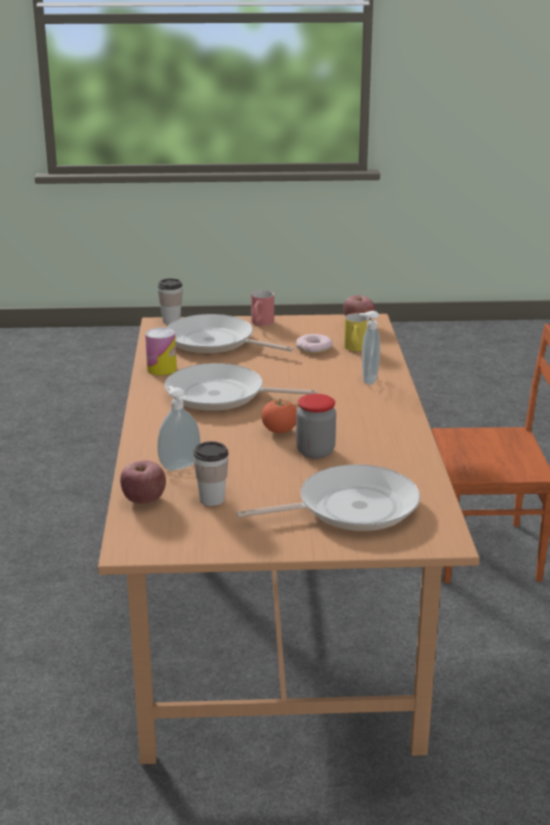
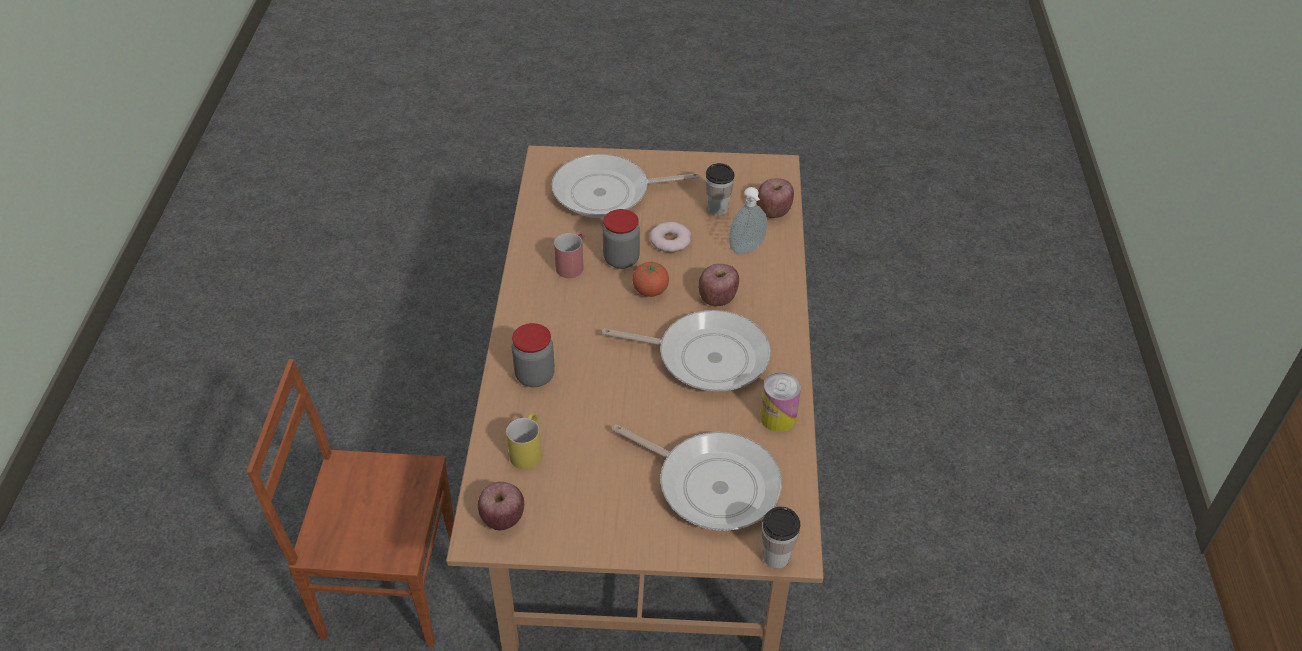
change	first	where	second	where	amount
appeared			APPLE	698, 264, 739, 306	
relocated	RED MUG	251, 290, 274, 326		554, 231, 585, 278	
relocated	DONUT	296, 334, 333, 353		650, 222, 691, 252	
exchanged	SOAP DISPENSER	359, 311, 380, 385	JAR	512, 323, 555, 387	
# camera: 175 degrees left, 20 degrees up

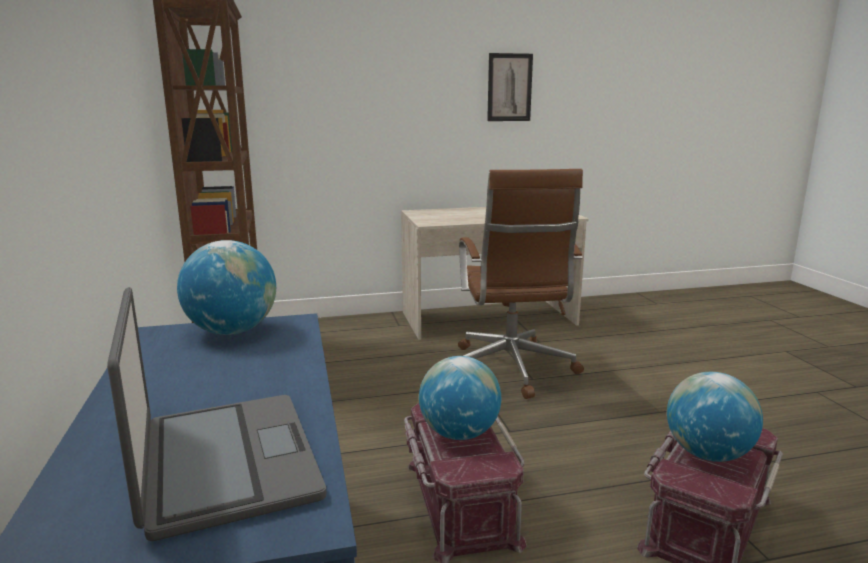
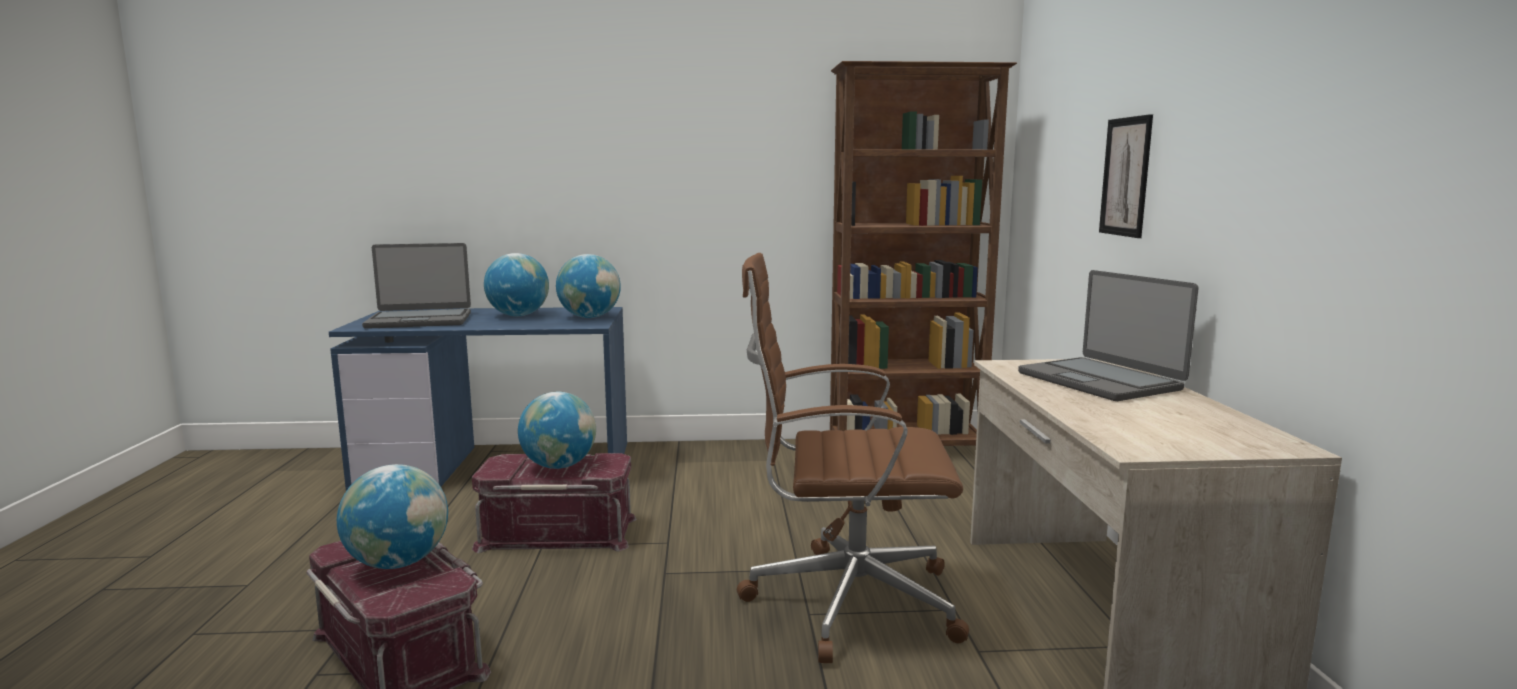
change	first	where	second	where	amount
appeared			GLOBE	484, 253, 549, 316	
appeared			LAPTOP	1018, 270, 1198, 401	
relocated	PICTURE	487, 53, 533, 121		1099, 114, 1153, 238	
# camera: 100 degrees right, 5 degrees down

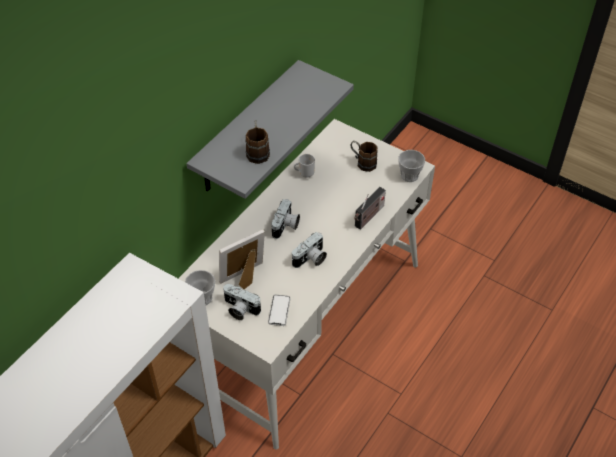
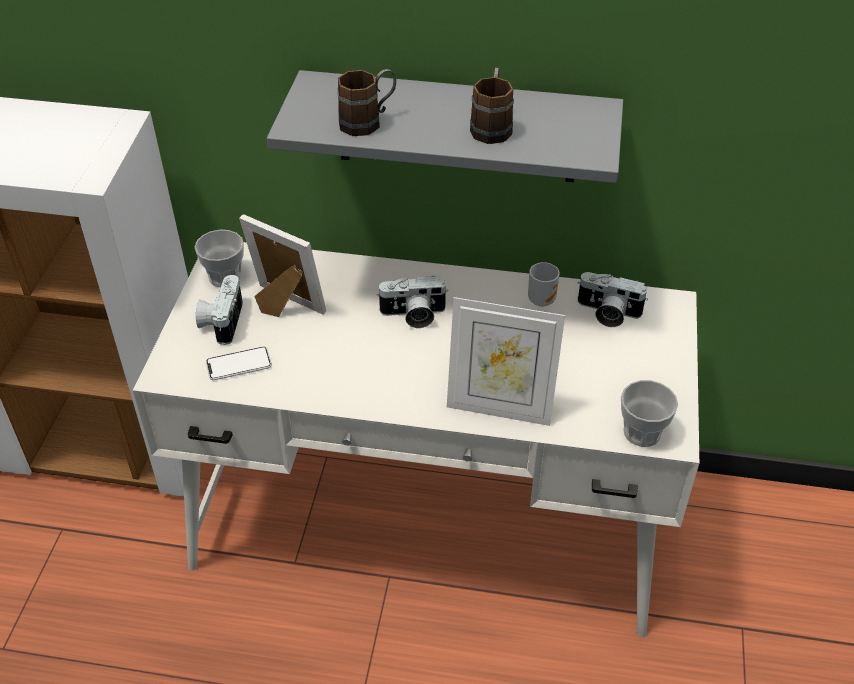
change	first	where	second	where	amount
relocated	PHOTO CAMERA	292, 232, 327, 268		577, 272, 648, 327	
relocated	BROWN MUG	351, 141, 378, 172		470, 68, 514, 144	
exchanged	RADIO	354, 187, 386, 230	PICTURE FRAME	447, 297, 565, 426	
# camera: 65 degrees right, 5 degrees down

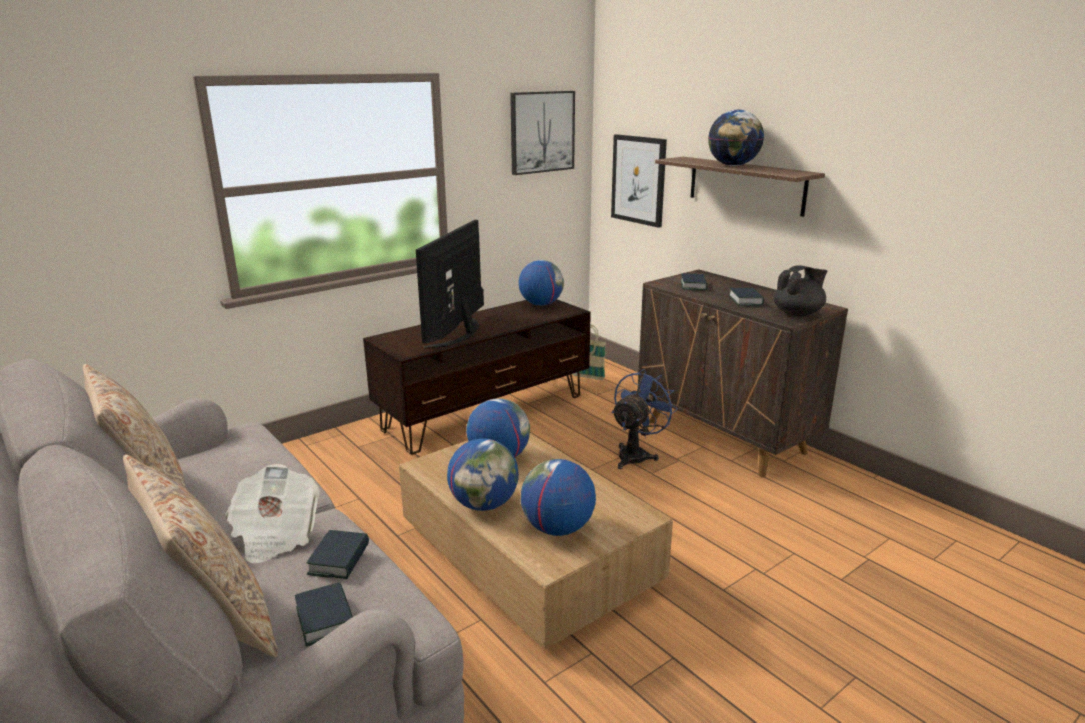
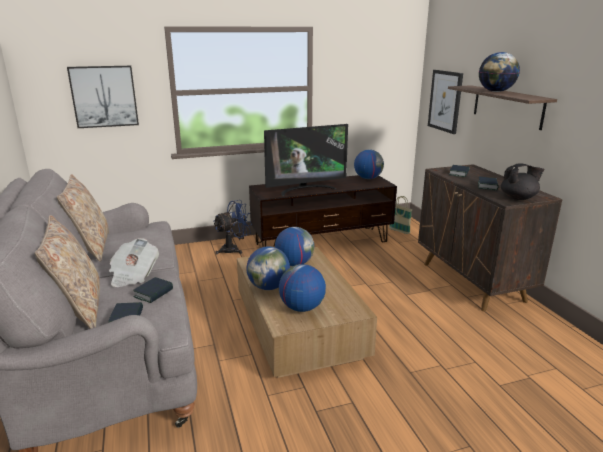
change	first	where	second	where	amount
relocated	PICTURE	510, 91, 575, 175		67, 66, 139, 128	
relocated	BLUE FAN	611, 369, 678, 469		213, 200, 252, 255	
spun	TELEVISION	416, 220, 484, 348		264, 124, 348, 196	150 degrees counterclockwise
# camera: 20 degrees right, 0 degrees up

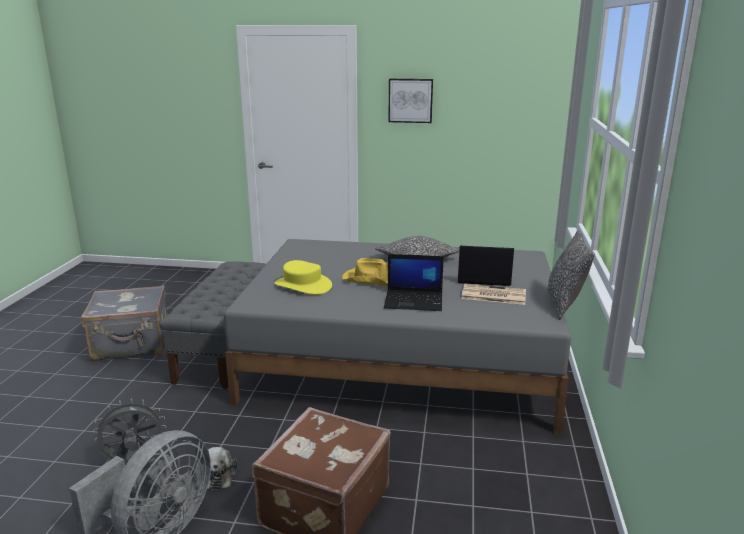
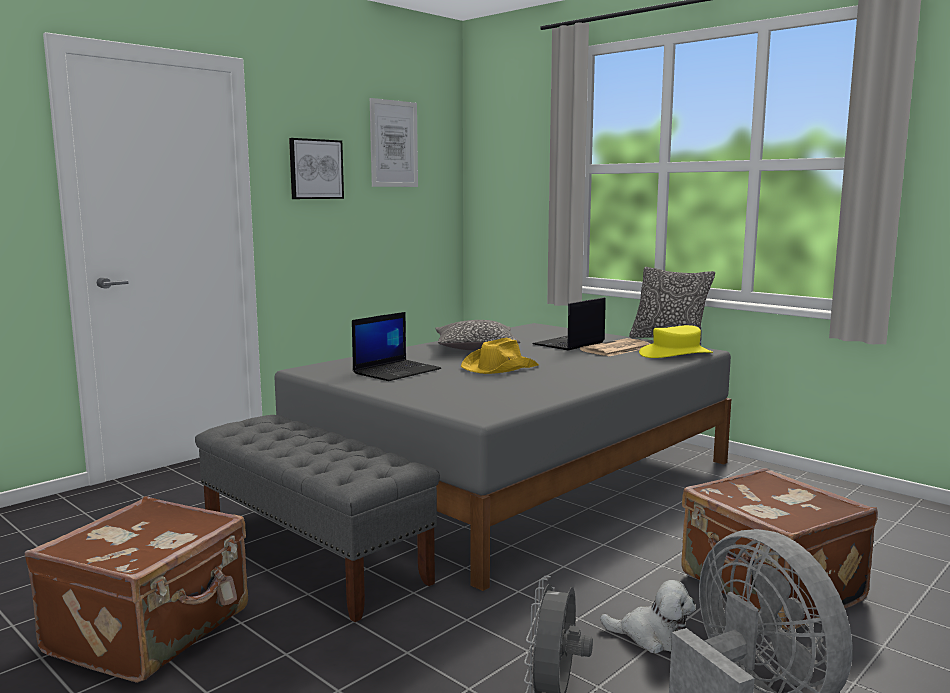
change	first	where	second	where	amount
appeared			PICTURE	370, 98, 418, 187	
relocated	YELLOW HAT	274, 260, 332, 295		639, 325, 713, 358	
relocated	LAPTOP	384, 254, 444, 311		352, 312, 441, 381	
colour	GREY SUITCASE	81, 285, 168, 361	BROWN SUITCASE	25, 496, 248, 683	
# camera: 55 degrees left, 10 degrees down

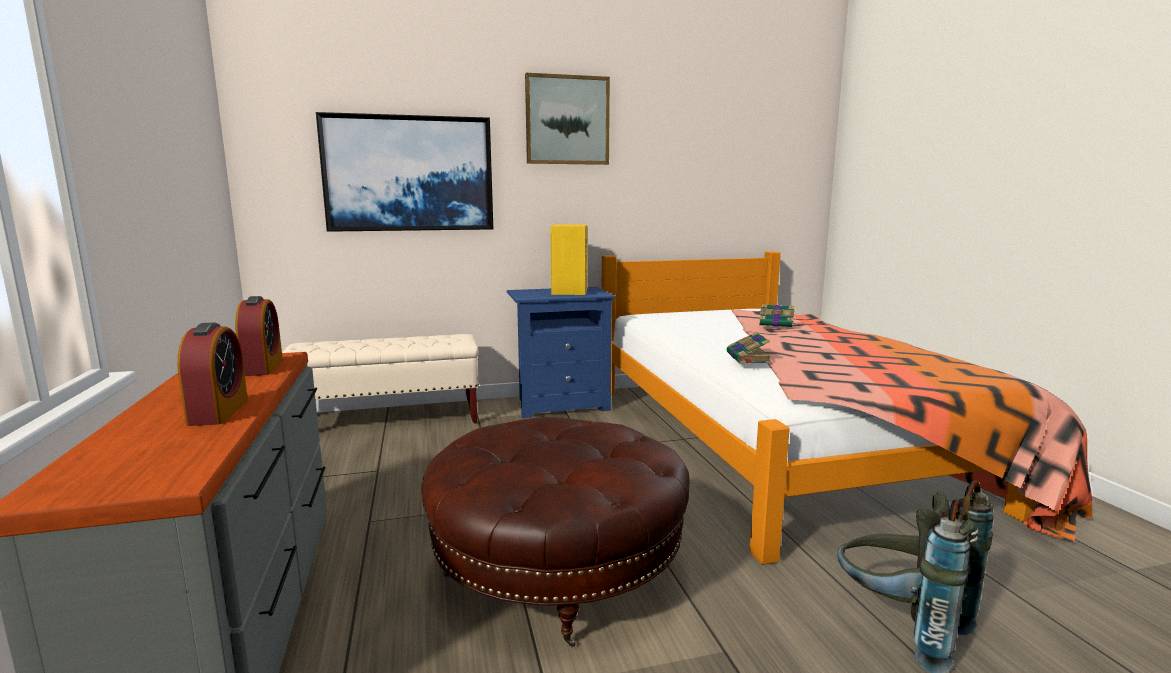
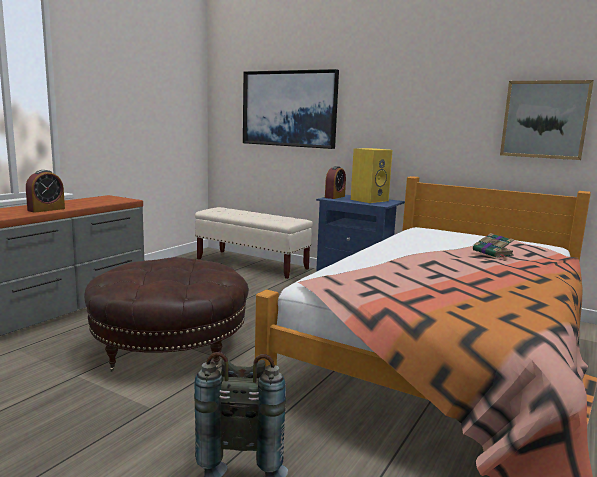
change	first	where	second	where	amount
missing	BOOK	727, 332, 772, 363			
relocated	ALARM CLOCK	235, 296, 283, 376		325, 166, 346, 199	
relocated	PICTURE	525, 73, 610, 165		500, 80, 594, 160	
# camera: 45 degrees right, 0 degrees up

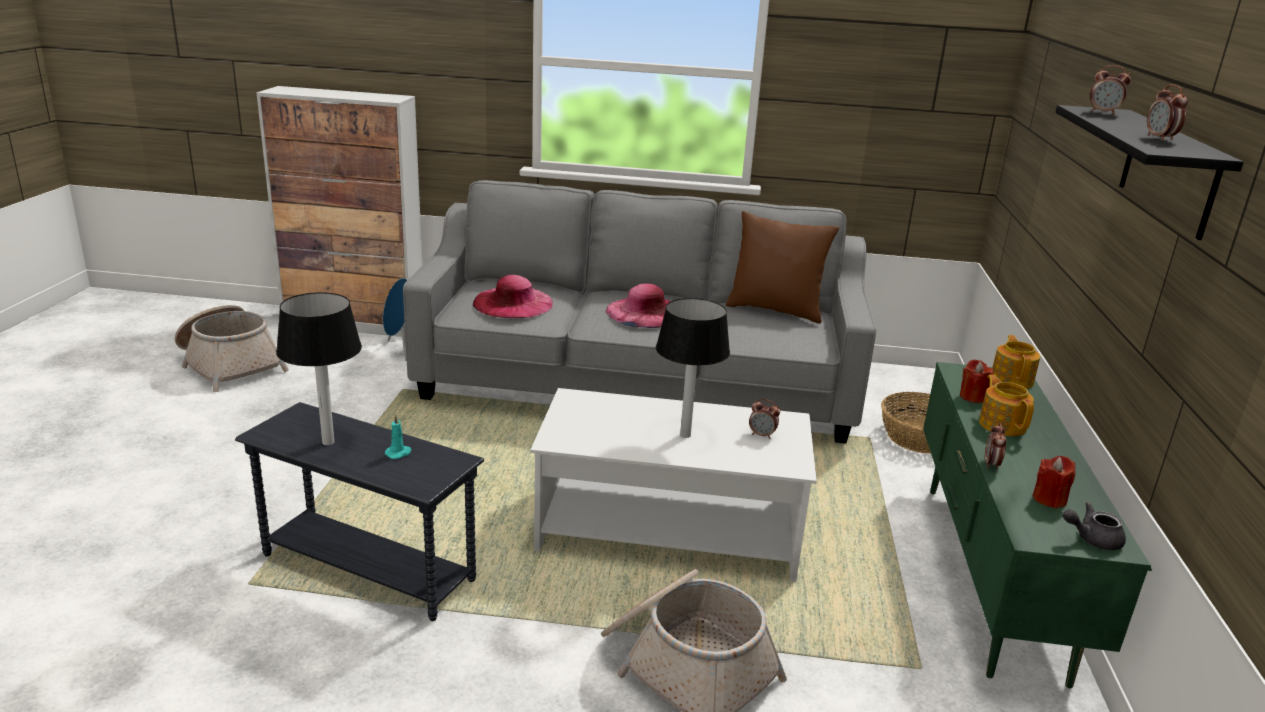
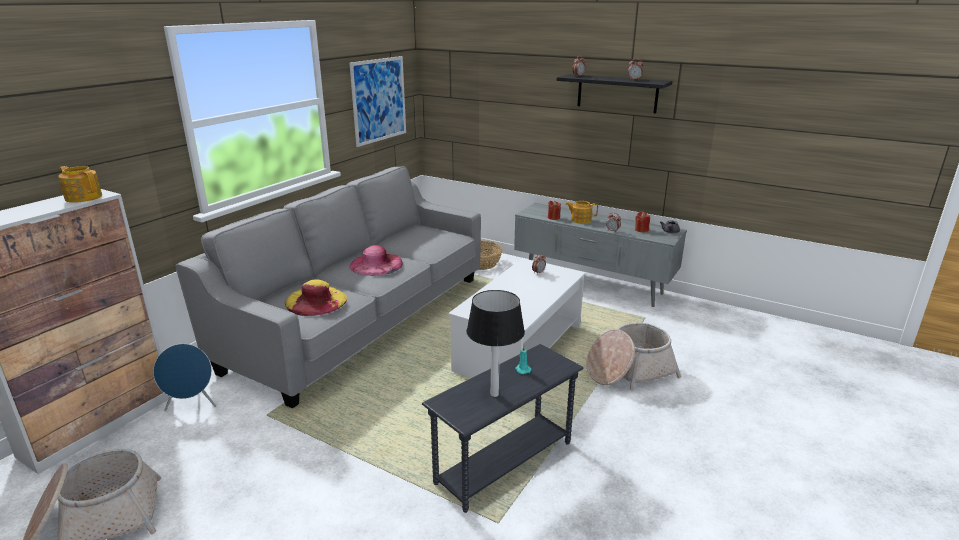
change	first	where	second	where	amount
missing	TABLE LAMP	656, 298, 730, 438			
missing	BROWN PILLOW	726, 211, 839, 323			
appeared			PICTURE	349, 56, 406, 147	
relocated	TEAPOT	992, 335, 1040, 389		58, 166, 102, 203	
colour	PINK HAT	473, 275, 553, 318	YELLOW HAT	285, 280, 347, 316	
colour	GREEN TV STAND	923, 362, 1152, 688	GREY TV STAND	514, 203, 687, 307	
# camera: 65 degrees left, 0 degrees up

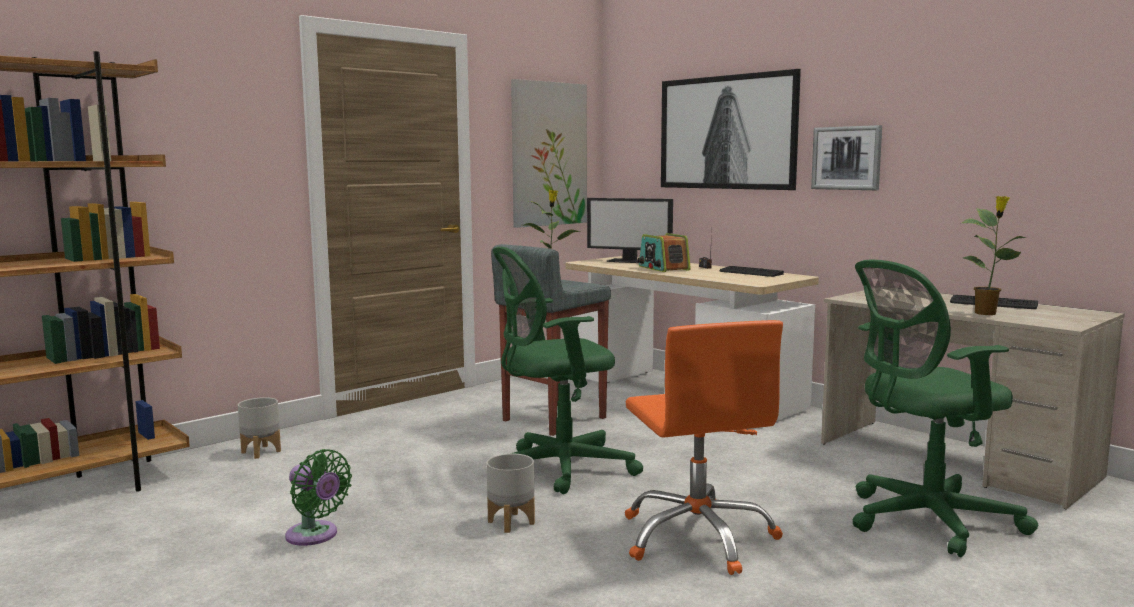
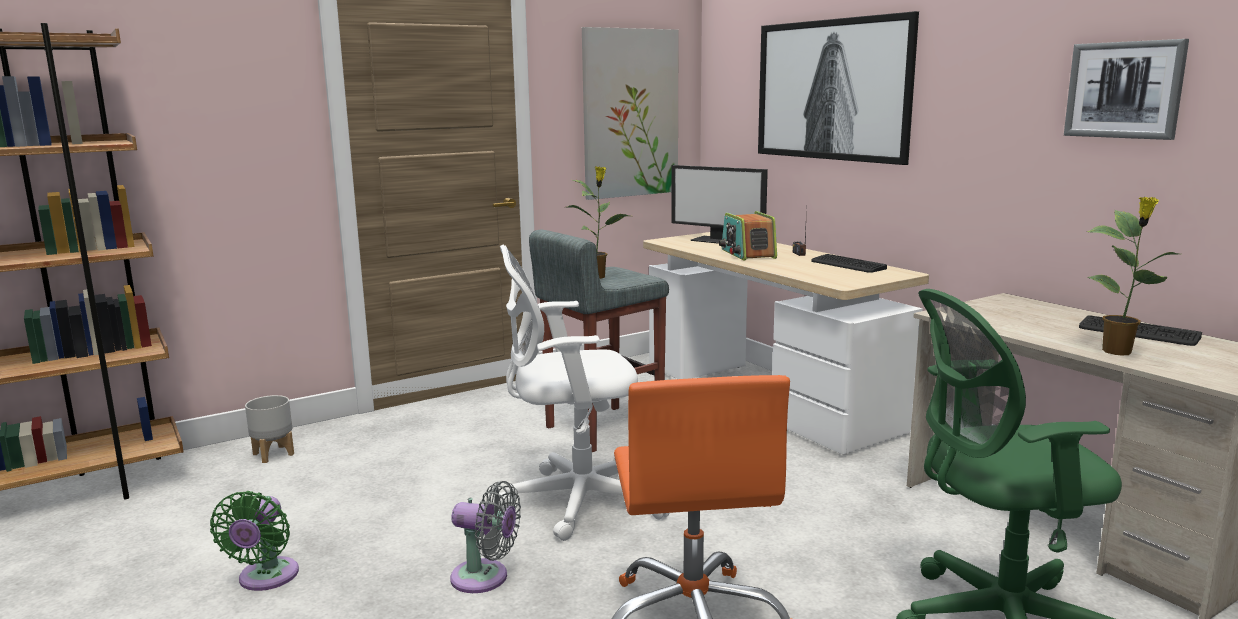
change	first	where	second	where	amount
relocated	PICTURE	811, 125, 882, 190		1064, 39, 1189, 140	
exchanged	GREY PLANTER	487, 454, 535, 533	GREY FAN	450, 481, 521, 593	
colour	GREEN OFFICE CHAIR	493, 247, 643, 494	WHITE OFFICE CHAIR	499, 245, 669, 541	
spun	GREEN FAN	285, 449, 352, 546		210, 491, 299, 591	45 degrees clockwise
# camera: 10 degrees right, 5 degrees up

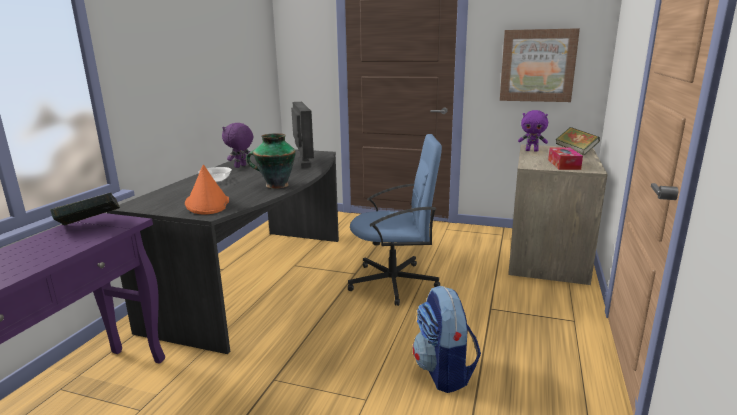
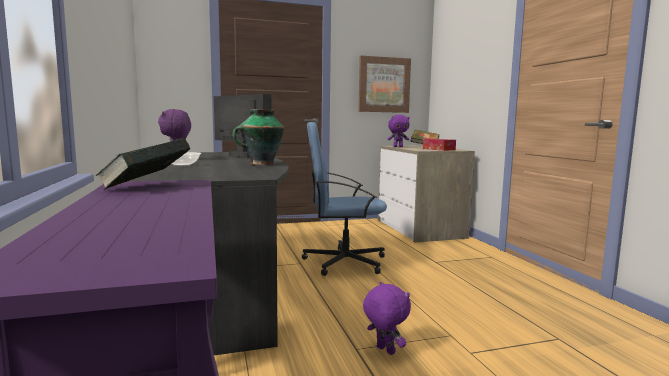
change	first	where	second	where	amount
missing	ORANGE HAT	185, 165, 229, 215			
missing	BACKPACK	413, 286, 481, 393			
appeared			PURPLE PLUSH TOY	363, 282, 411, 355	
spun	BLUE OFFICE CHAIR	348, 134, 442, 306		302, 122, 387, 276	150 degrees counterclockwise
# camera: 35 degrees left, 10 degrees down

